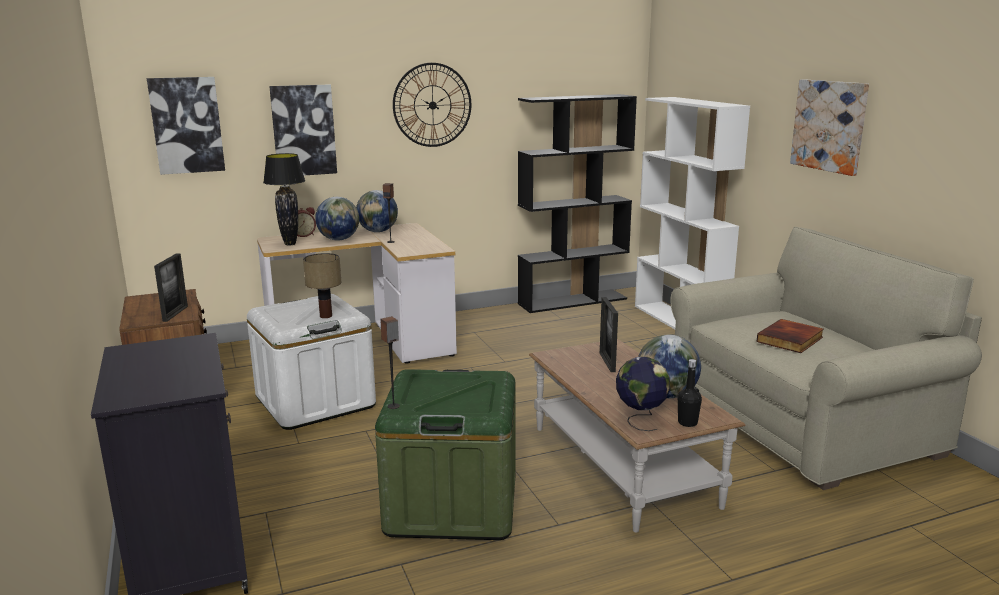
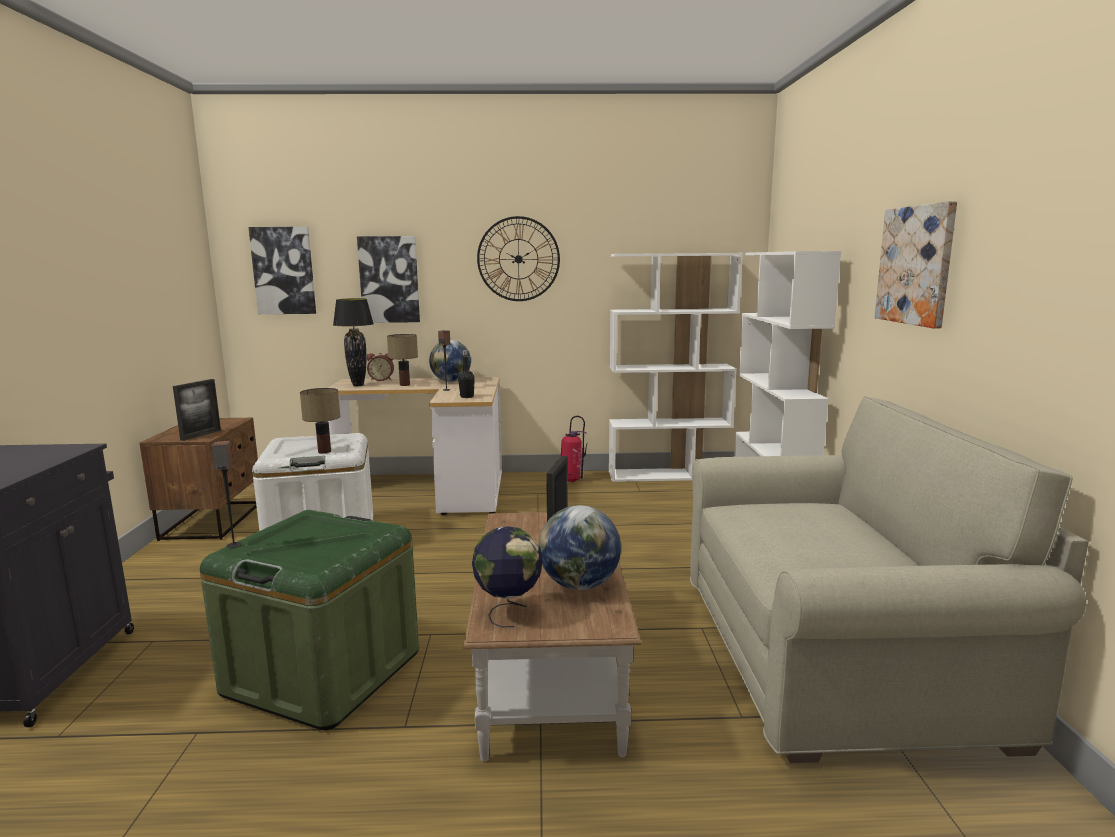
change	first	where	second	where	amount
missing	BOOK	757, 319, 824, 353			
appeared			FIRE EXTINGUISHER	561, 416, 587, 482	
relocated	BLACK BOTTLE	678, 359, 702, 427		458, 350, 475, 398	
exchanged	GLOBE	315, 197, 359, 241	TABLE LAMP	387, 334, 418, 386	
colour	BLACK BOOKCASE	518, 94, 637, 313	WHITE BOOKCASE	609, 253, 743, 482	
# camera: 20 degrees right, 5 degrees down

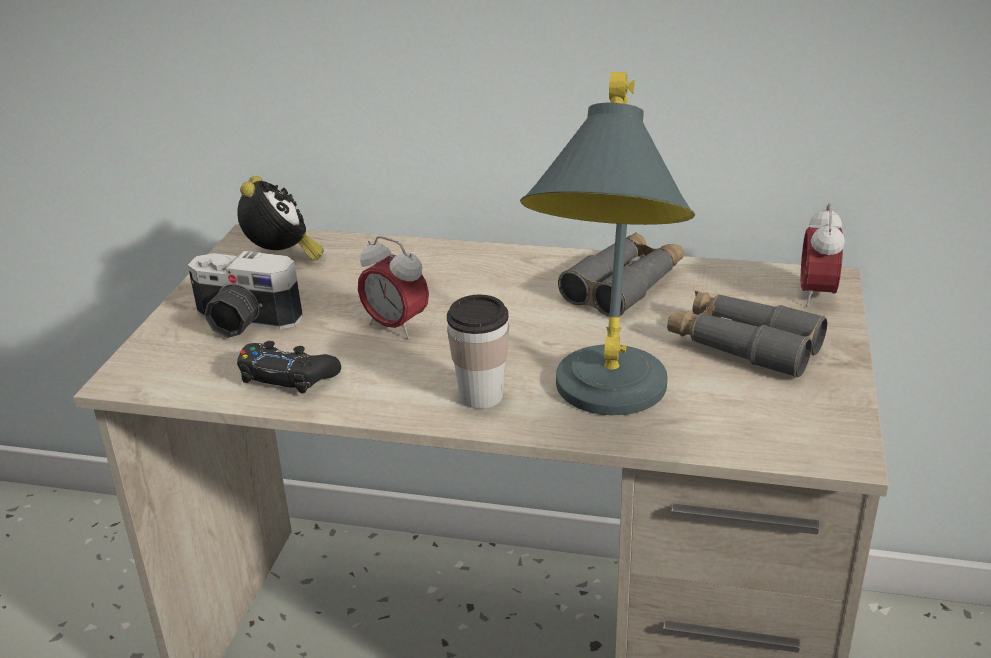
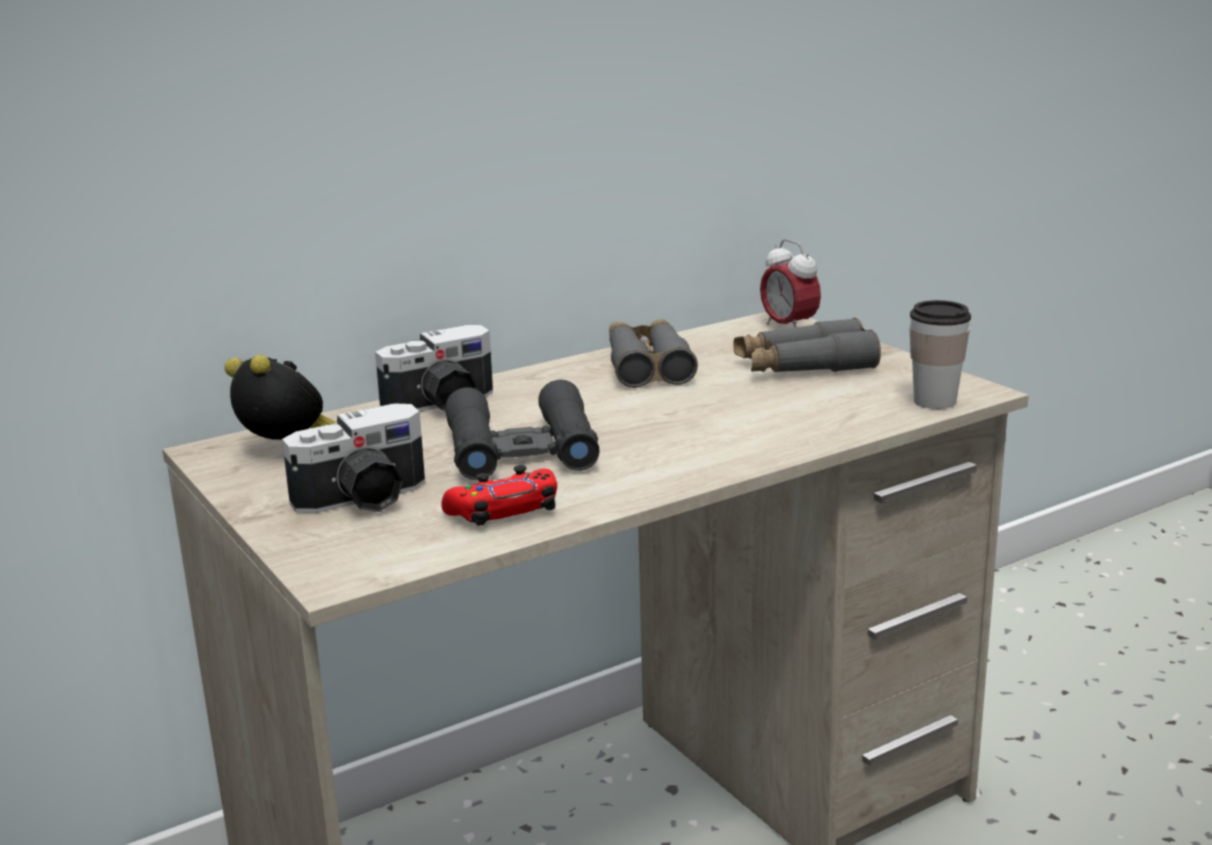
change	first	where	second	where	amount
missing	GREY TABLE LAMP	520, 72, 695, 415			
appeared			PHOTO CAMERA	375, 325, 493, 412	
relocated	CUP	447, 295, 509, 409		909, 300, 971, 409	
exchanged	ALARM CLOCK	358, 236, 429, 339	BLACK BINOCULARS	445, 379, 600, 480	
colour	BLACK GAME CONTROLLER	237, 341, 341, 394	RED GAME CONTROLLER	441, 465, 557, 526	
# camera: 45 degrees left, 10 degrees down

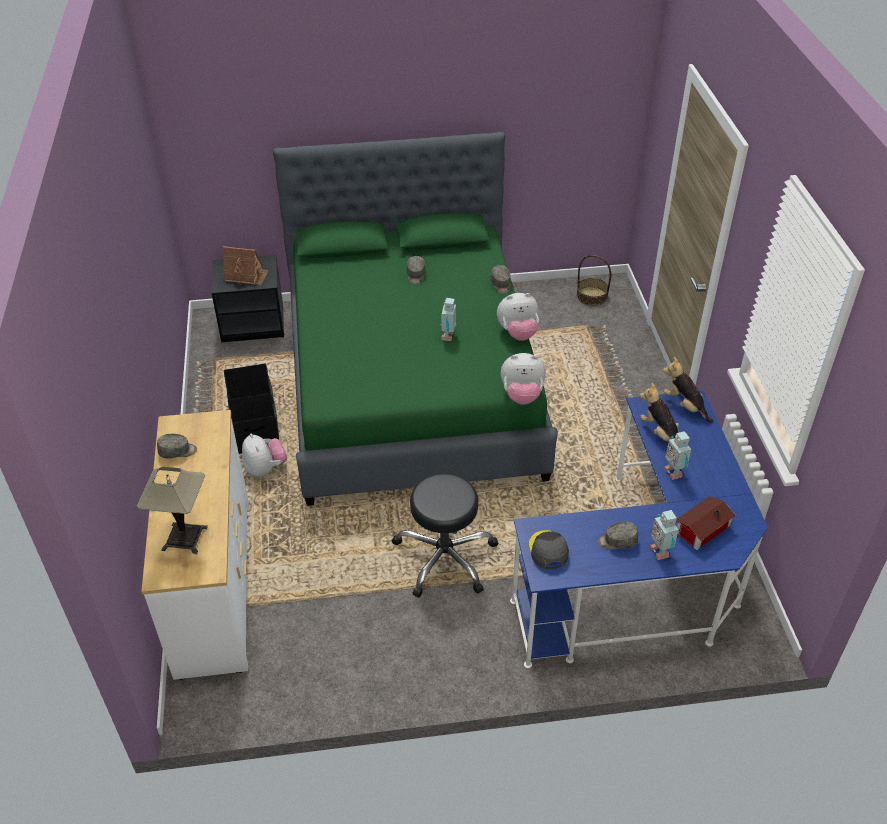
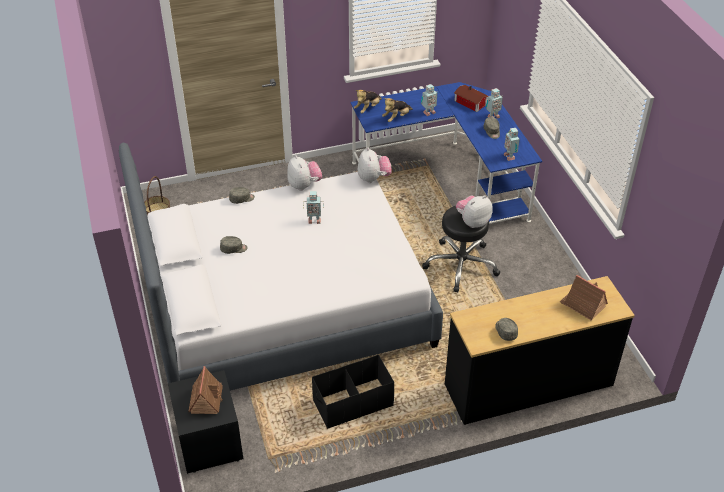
change	first	where	second	where	amount
relocated	PLUSH TOY	242, 433, 287, 477		456, 195, 493, 228	
exchanged	TABLE LAMP	137, 466, 208, 554	TOY HOUSE	560, 275, 608, 321	
exchanged	GREY CAP	529, 530, 569, 569	TOY ROBOT	504, 128, 520, 161	
colour	WHITE DRESSER	141, 410, 249, 680	BLACK DRESSER	445, 276, 635, 425	
colour	GREEN BED	273, 132, 558, 506	WHITE BED	119, 143, 443, 391	
# camera: 100 degrees left, 0 degrees up

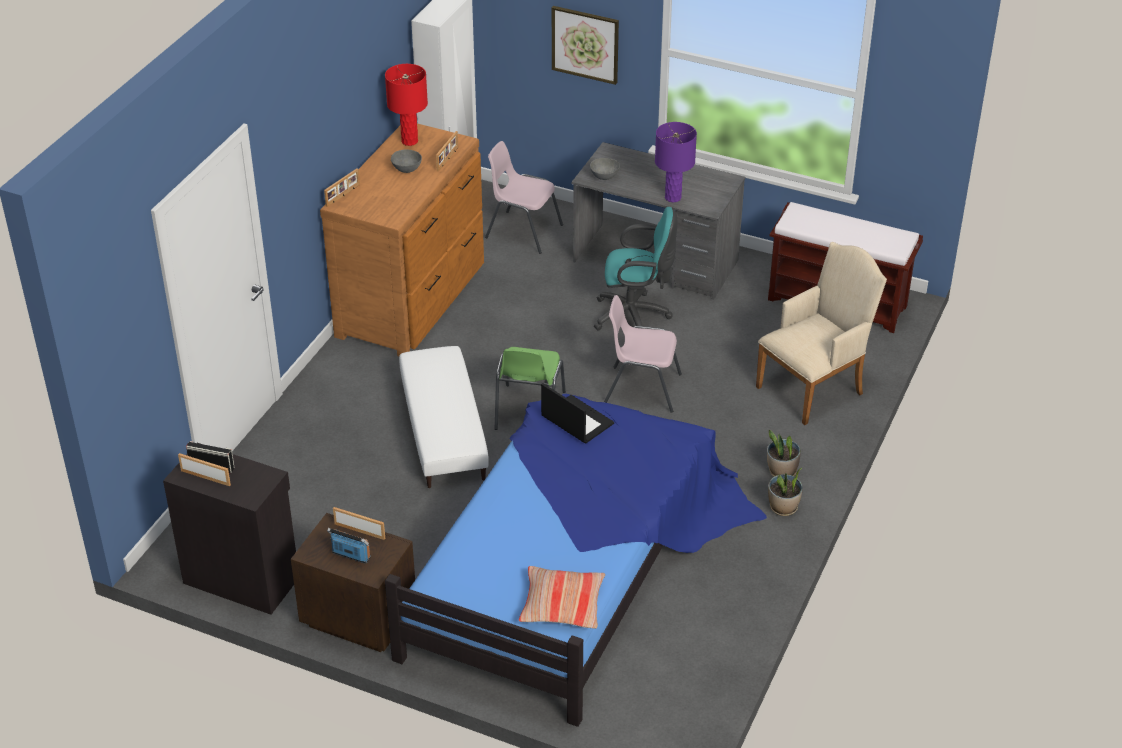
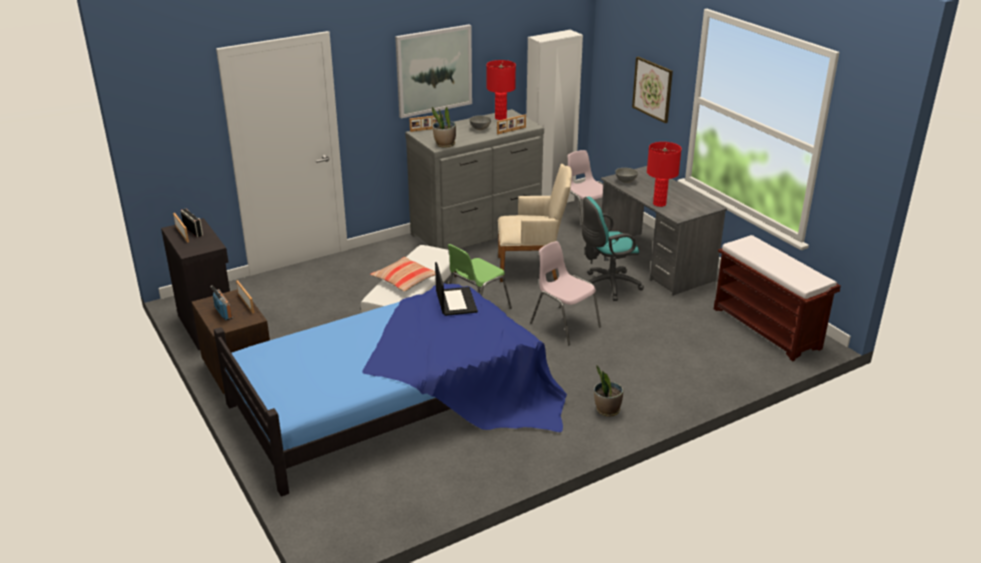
change	first	where	second	where	amount
appeared			PICTURE	395, 24, 472, 119	
relocated	PILLOW	519, 566, 605, 629		370, 257, 435, 292	
relocated	BEIGE ARMCHAIR	756, 242, 887, 425		498, 164, 572, 282	
relocated	POTTED PLANT	768, 468, 803, 516		432, 107, 456, 148	
colour	BROWN DRESSER	320, 123, 484, 356	GREY DRESSER	405, 109, 544, 250	
colour	PURPLE TABLE LAMP	655, 122, 697, 202	RED TABLE LAMP	647, 142, 682, 207	
spun	TURQUOISE OFFICE CHAIR	594, 207, 678, 330		582, 197, 644, 301	120 degrees clockwise
# camera: 35 degrees right, 10 degrees down

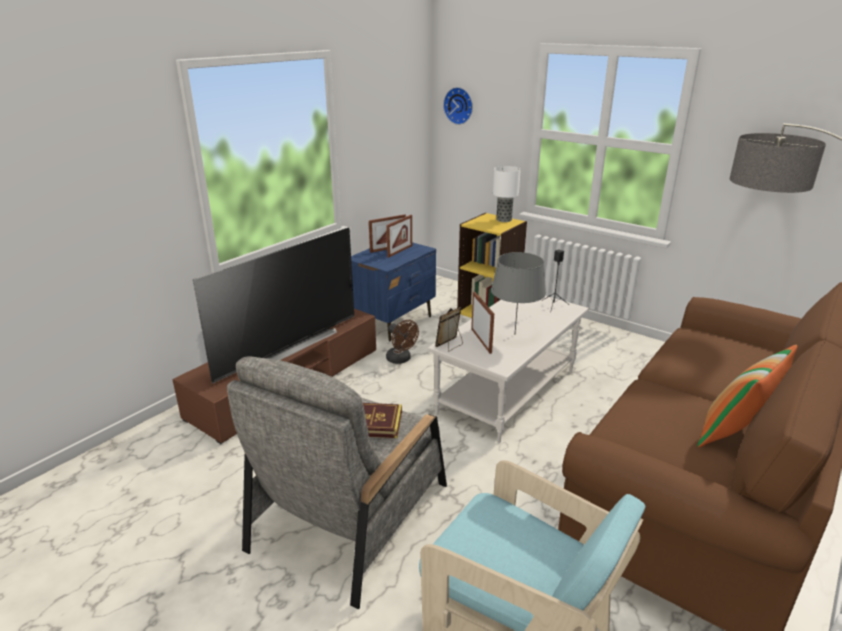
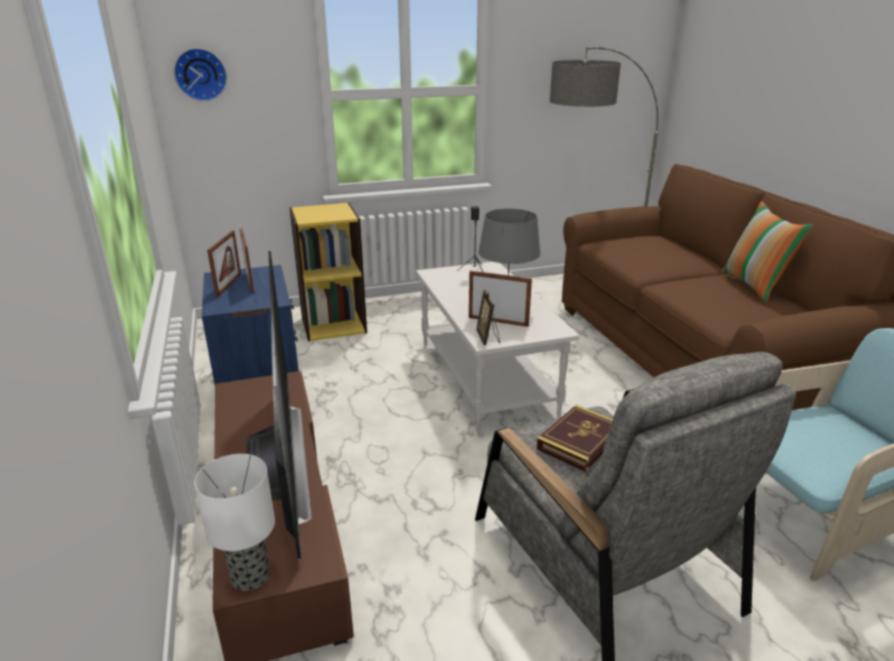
change	first	where	second	where	amount
missing	BROWN FAN	386, 320, 419, 364			
relocated	TABLE LAMP	493, 166, 521, 222		195, 454, 275, 591	
# camera: 55 degrees left, 0 degrees up

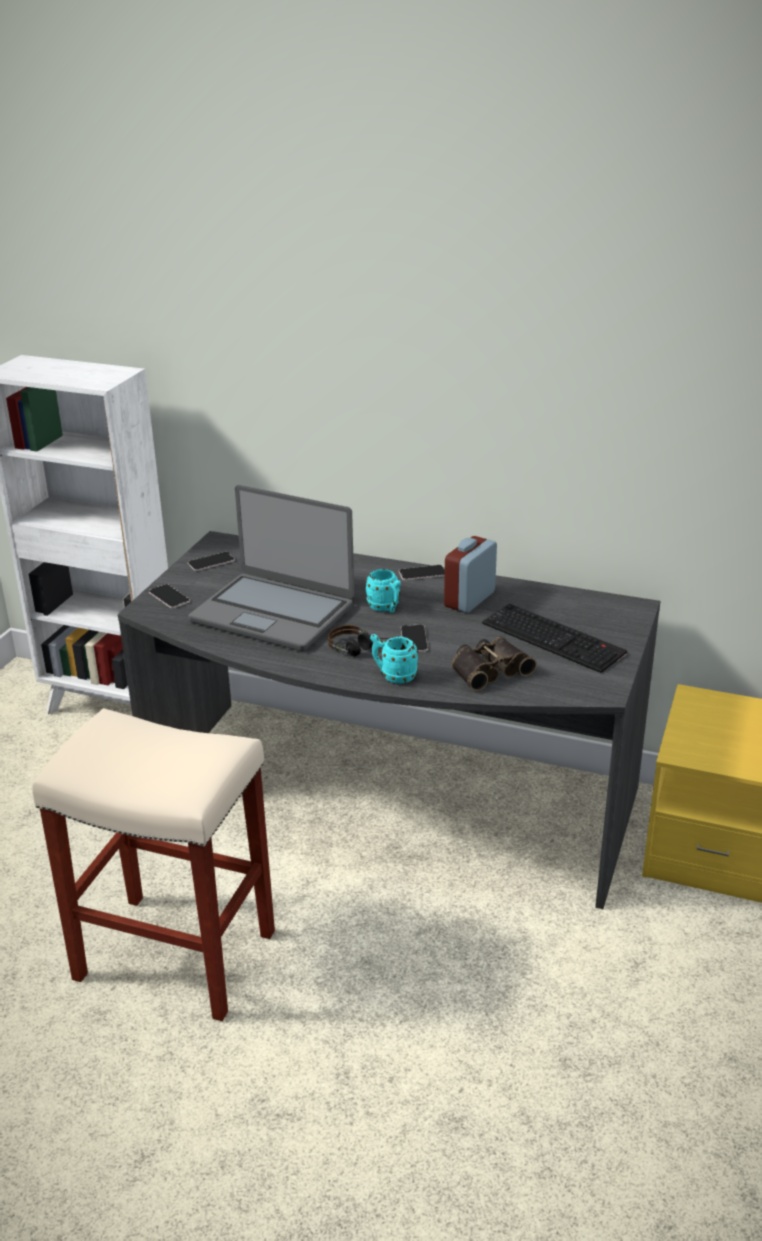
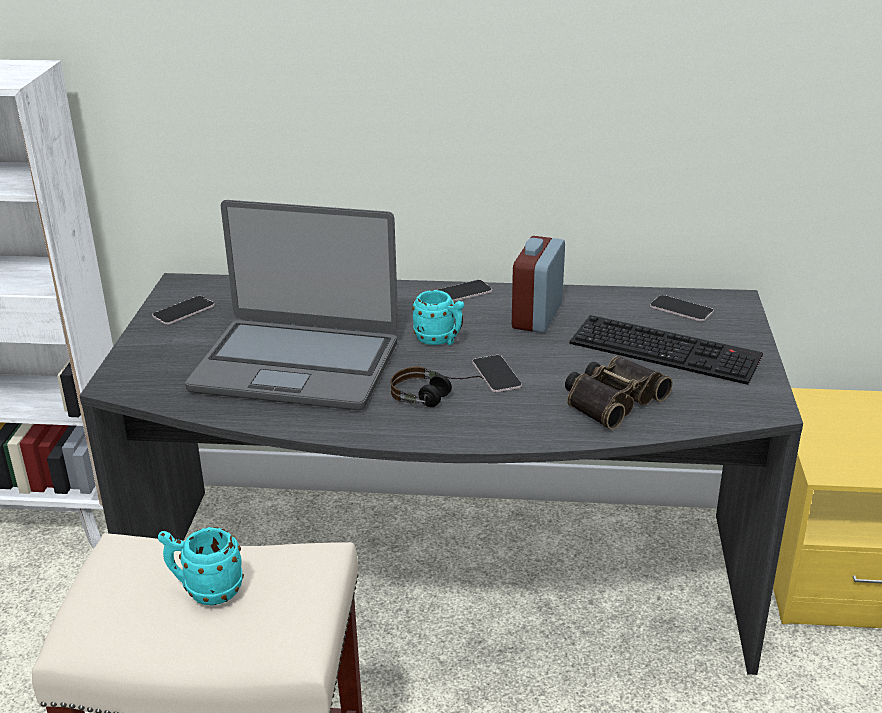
change	first	where	second	where	amount
relocated	PHONE	149, 584, 190, 608		650, 295, 714, 321	
relocated	TURQUOISE MUG	370, 634, 418, 684		158, 527, 244, 605	
# camera: 15 degrees left, 0 degrees up

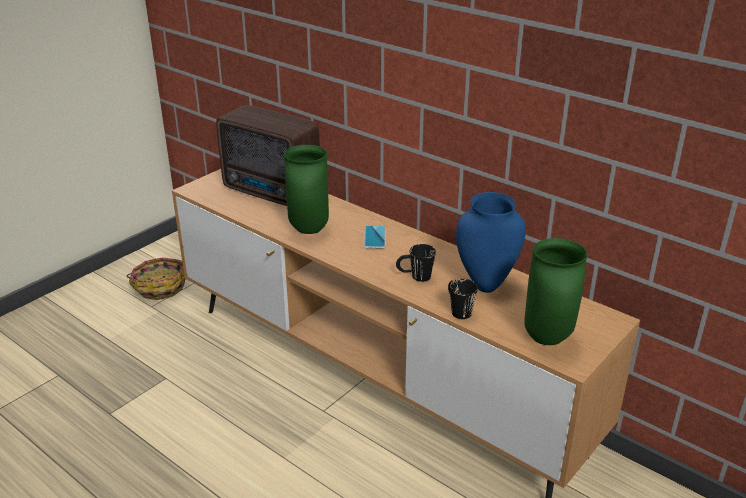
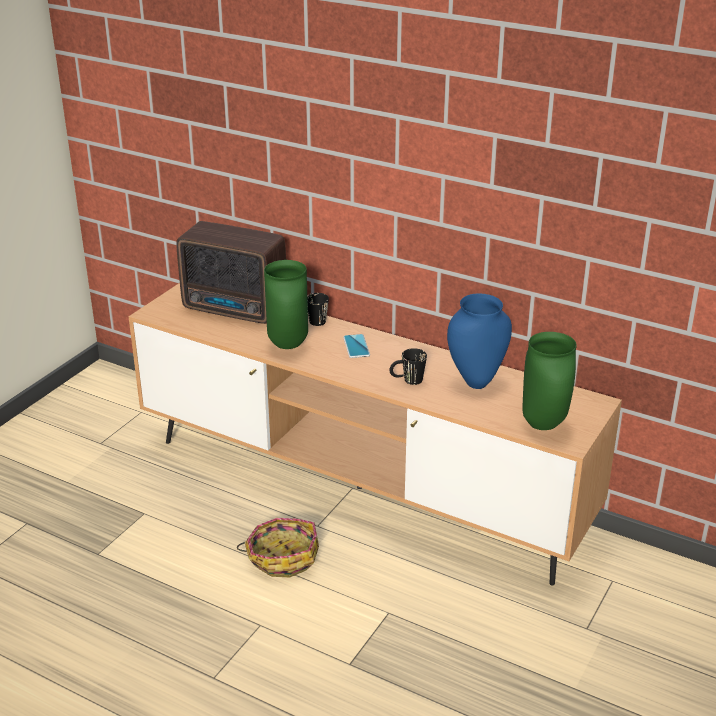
change	first	where	second	where	amount
relocated	BASKET	127, 257, 185, 300		237, 518, 319, 577	
relocated	BLACK MUG	448, 279, 478, 319		307, 293, 329, 326	
# camera: 10 degrees left, 0 degrees up

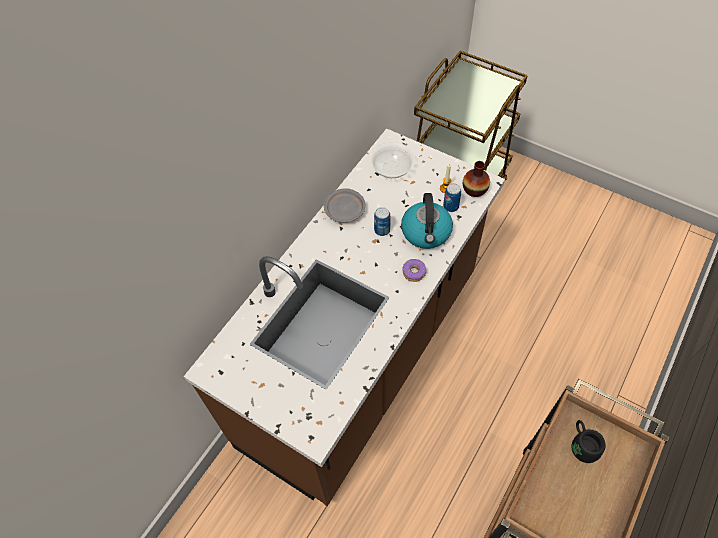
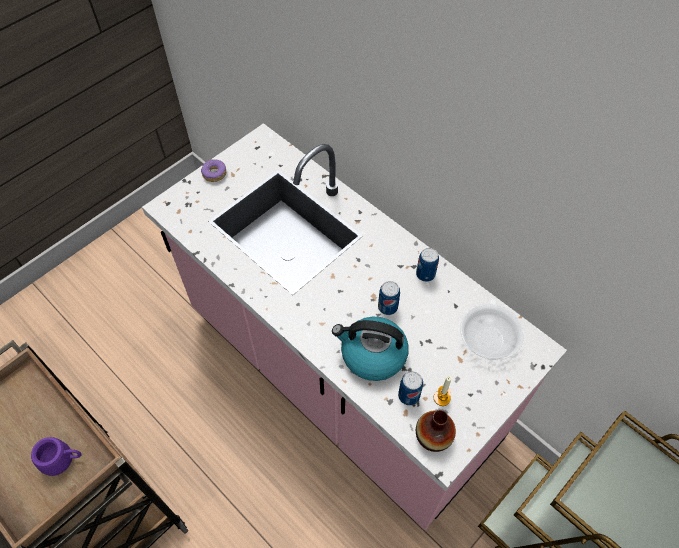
change	first	where	second	where	amount
relocated	DONUT	402, 259, 426, 282		201, 159, 226, 182	
exchanged	GREY PLATE	324, 188, 366, 223	CAN	416, 248, 439, 282	
colour	BROWN COUNTER	184, 128, 505, 506	PINK COUNTER	142, 123, 567, 530	
colour	BLACK MUG	571, 420, 606, 463	PURPLE MUG	31, 437, 82, 476	
# camera: 100 degrees right, 0 degrees up

